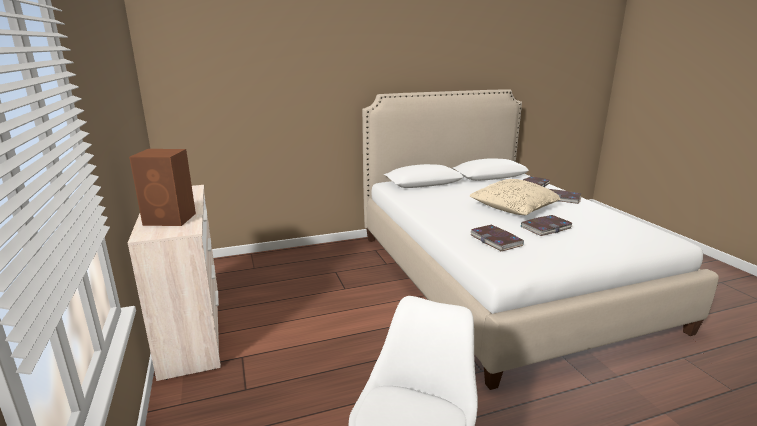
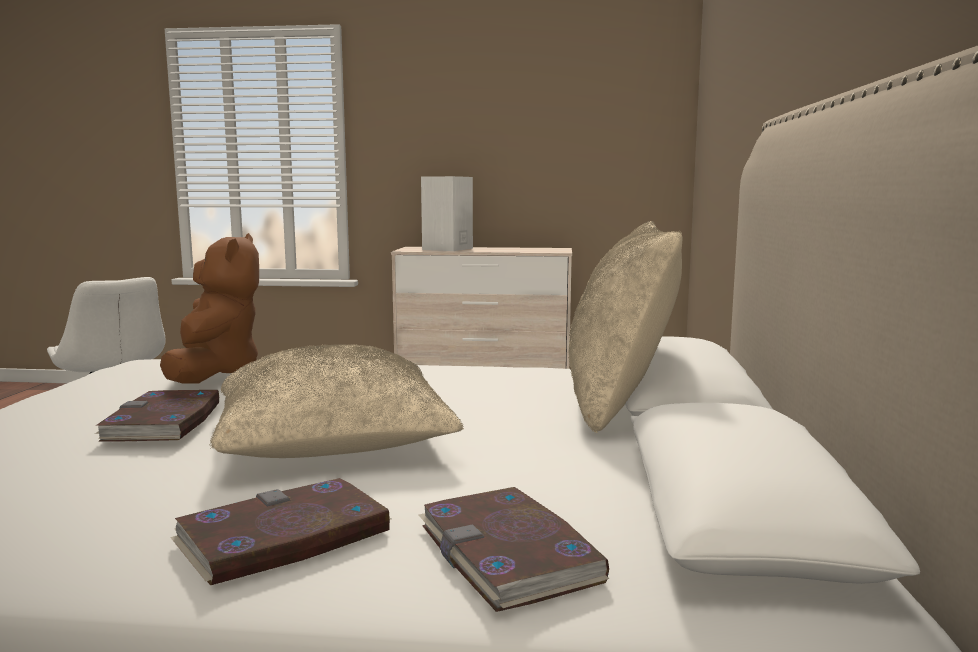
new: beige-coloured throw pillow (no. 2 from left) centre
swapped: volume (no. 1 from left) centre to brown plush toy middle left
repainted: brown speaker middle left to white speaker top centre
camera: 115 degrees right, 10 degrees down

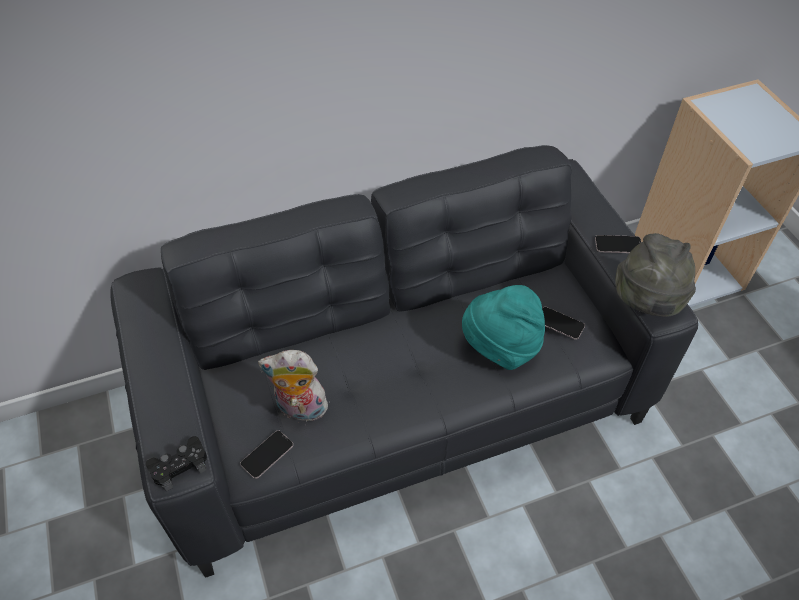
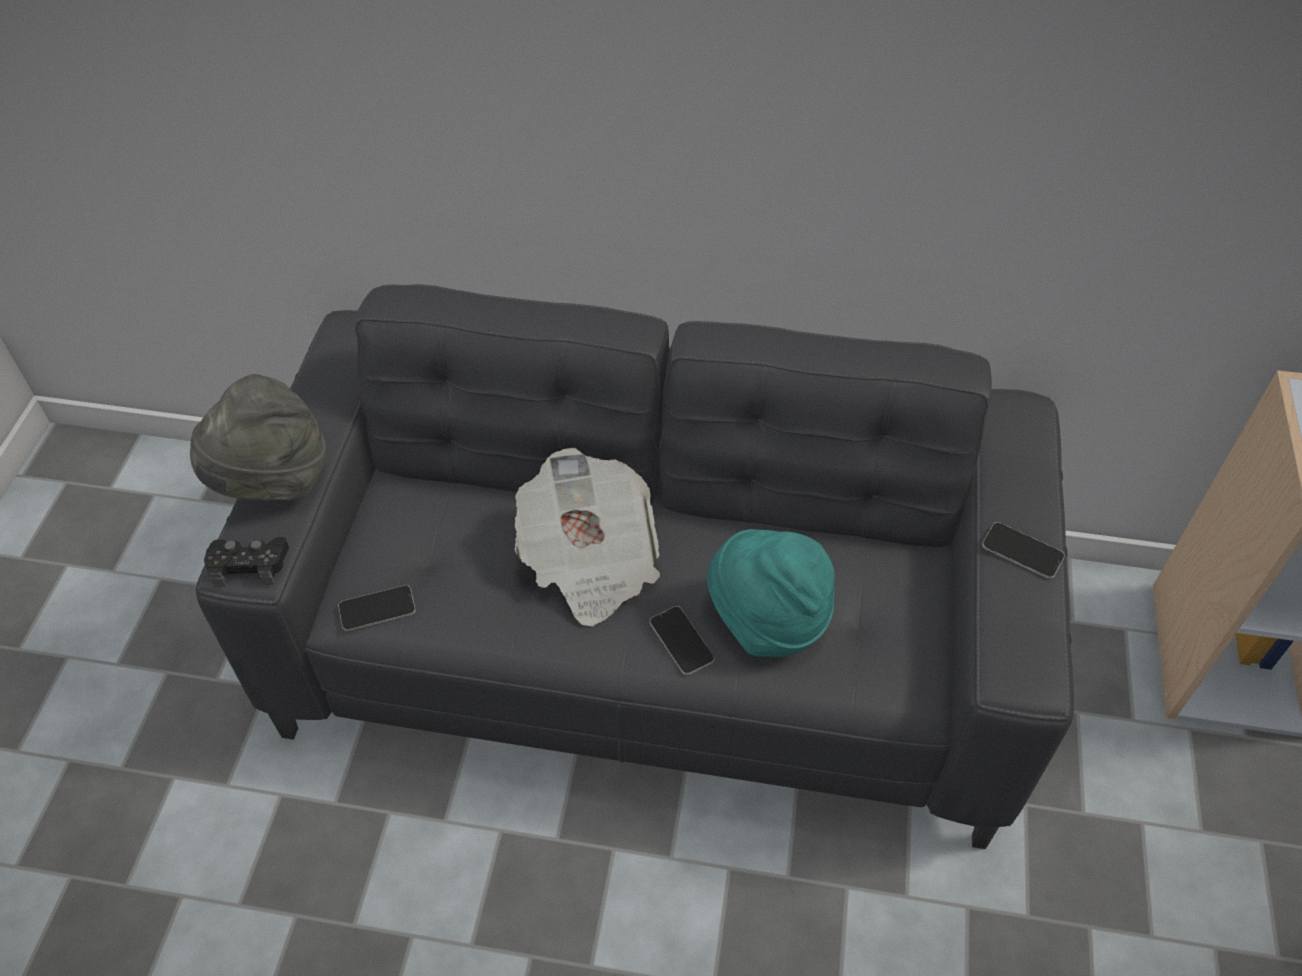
gone: plush toy centre
new: newspaper centre
shifted: telephone (no. 2 from left) middle right to centre; greyish clothing hat middle right to middle left
camera: 30 degrees right, 0 degrees up

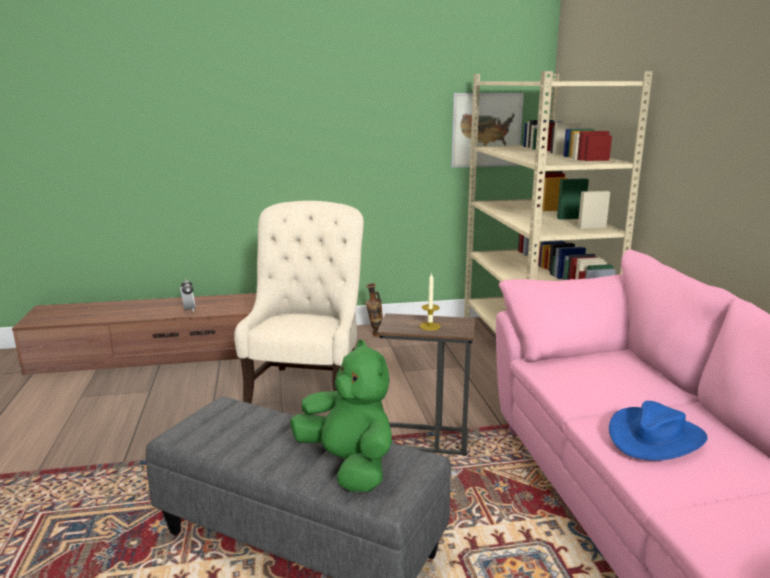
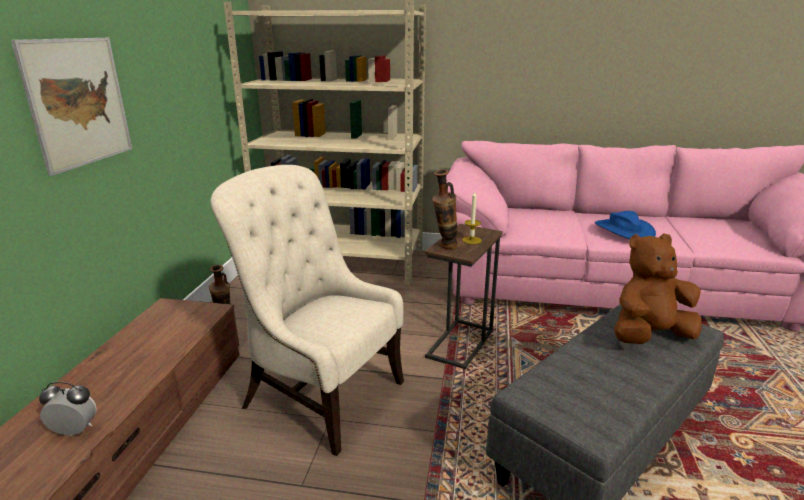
new: decorative vase (no. 2 from left) centre
shifted: wall art top centre to top left
repainted: green-coloured plush toy bottom centre to brown plush toy middle right
camera: 70 degrees left, 5 degrees up

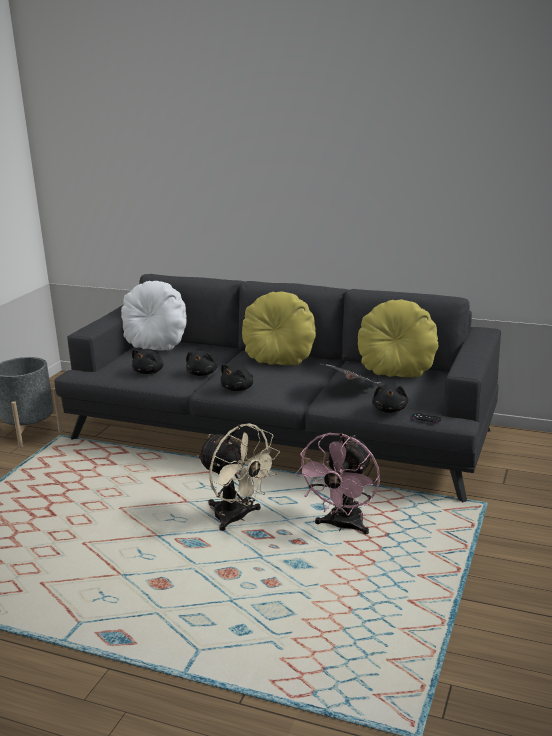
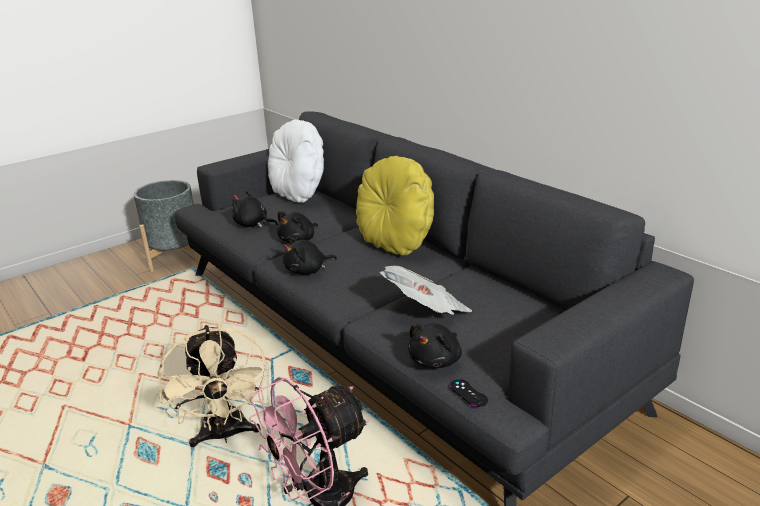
gone: yellow throw pillow (no. 2 from left) middle right
rotated: blackish plush toy (no. 1 from left) middle left = centre 60 degrees clockwise
camera: 30 degrees right, 5 degrees up

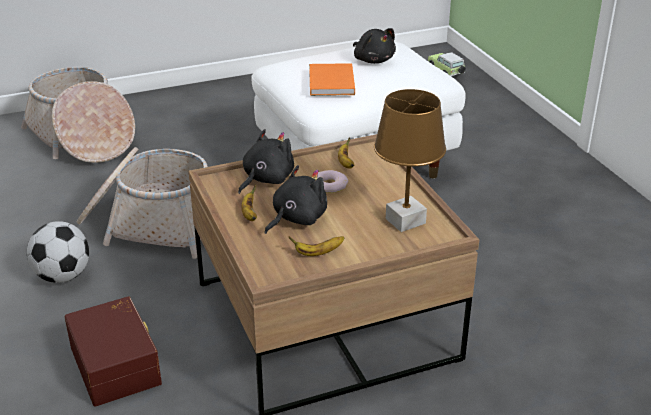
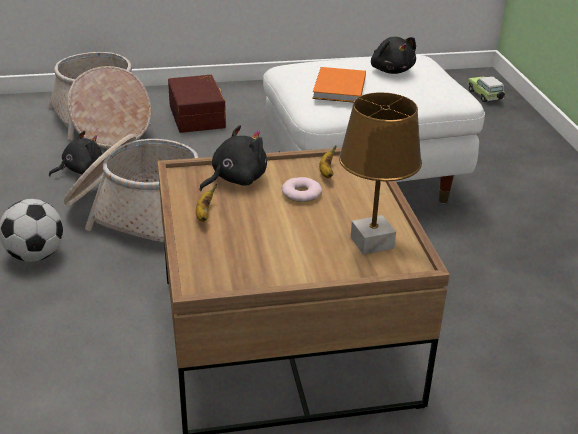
gone: whole banana (no. 2 from left) centre
shifted: brown storage container bottom left to top centre; blackish plush toy (no. 2 from left in the first image) centre to blackish plush toy (no. 1 from left) middle left
camera: 10 degrees right, 0 degrees up

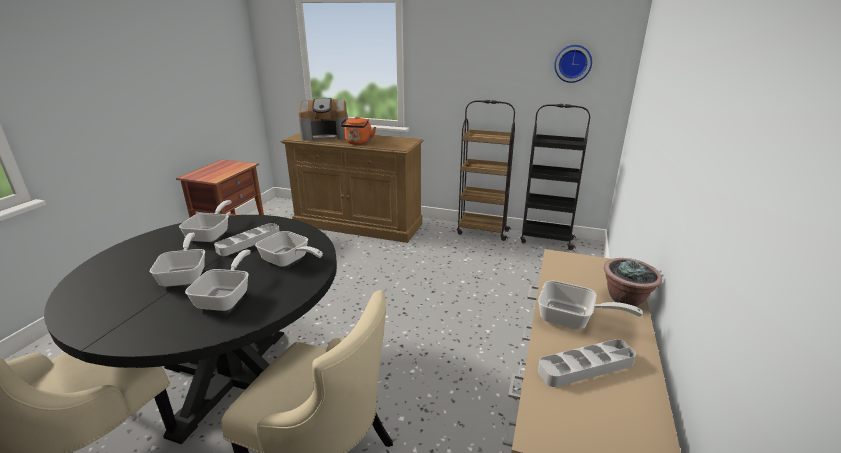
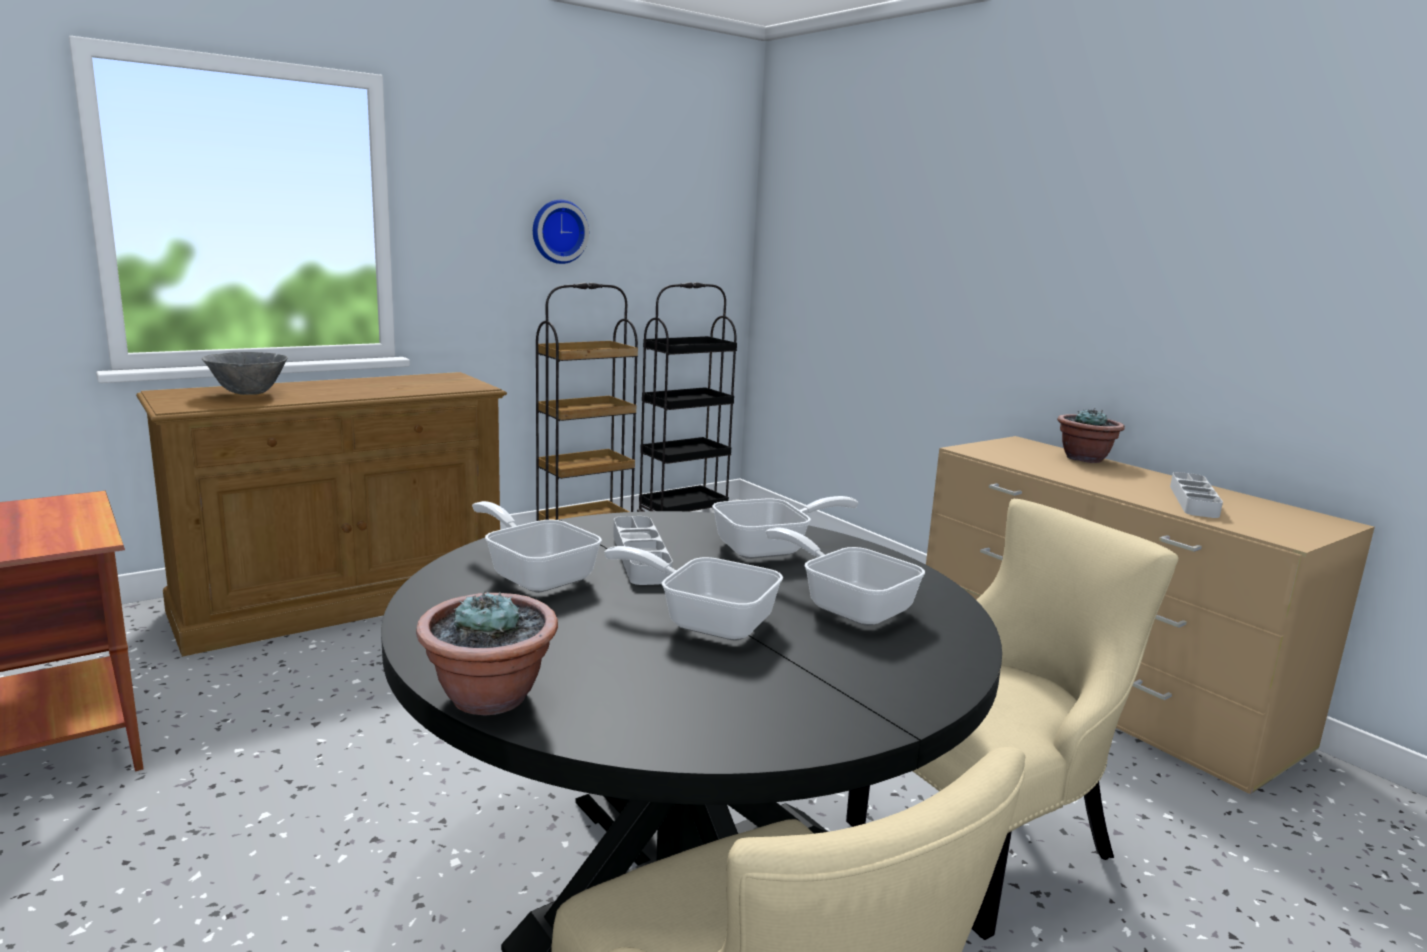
gone: orangey tea kettle top centre; pan (no. 5 from left) bottom right
new: plant in a pot (no. 1 from left) bottom centre
shifted: wall clock top right to top centre
swapped: coffee machine top centre to greyish deep dish middle left
camera: 55 degrees left, 10 degrees down

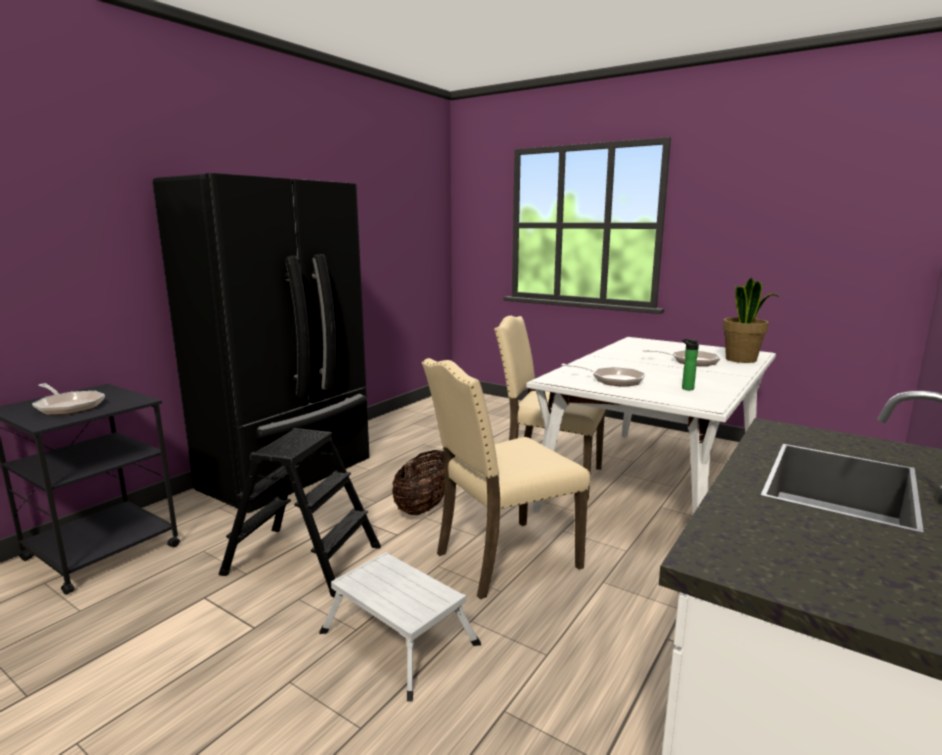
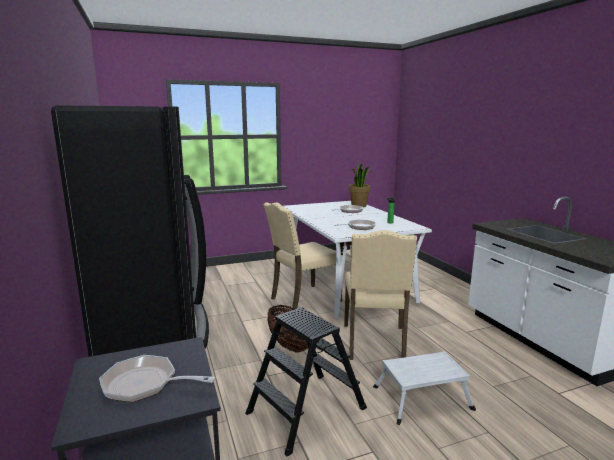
rotated: pan (no. 1 from left) middle left = bottom left 150 degrees counterclockwise
camera: 55 degrees left, 0 degrees up

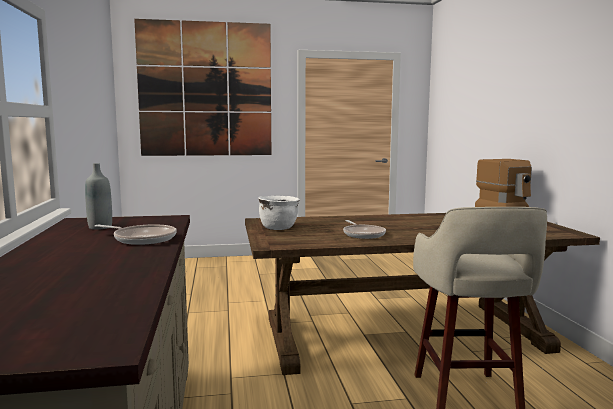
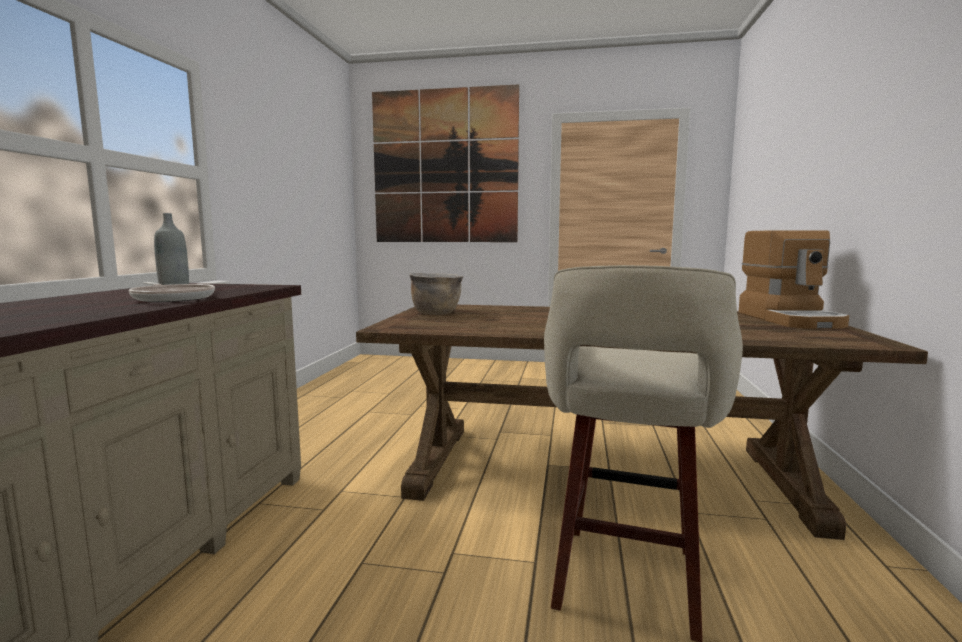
gone: pan (no. 2 from left) centre
repainted: white saucepot centre to brown saucepot centre
camera: 20 degrees right, 0 degrees up

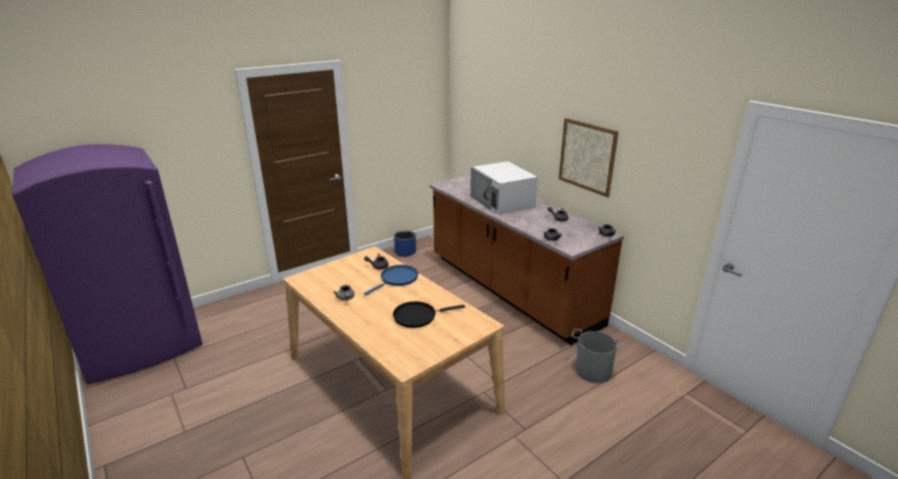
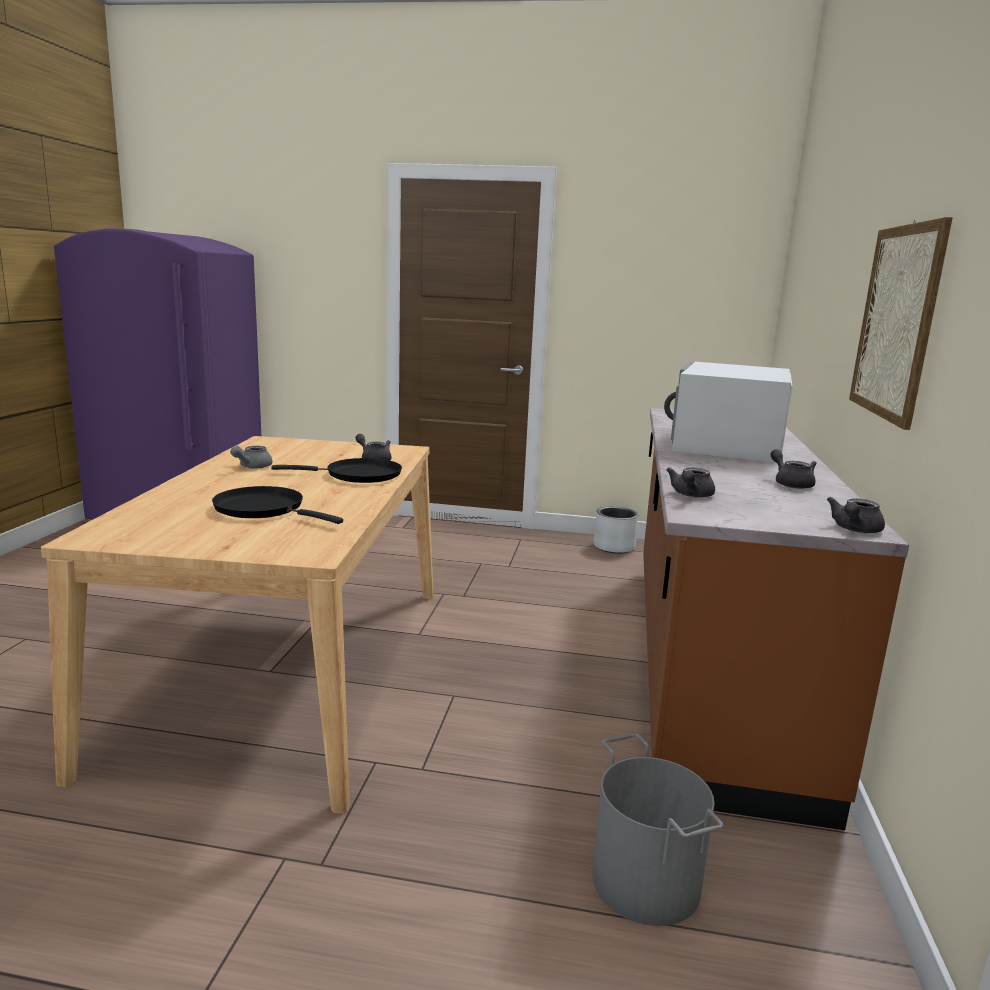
repainted: blue pan centre to blackish pan (no. 2 from left) centre; blue plant pot centre to greyish plant pot centre
camera: 45 degrees right, 10 degrees down

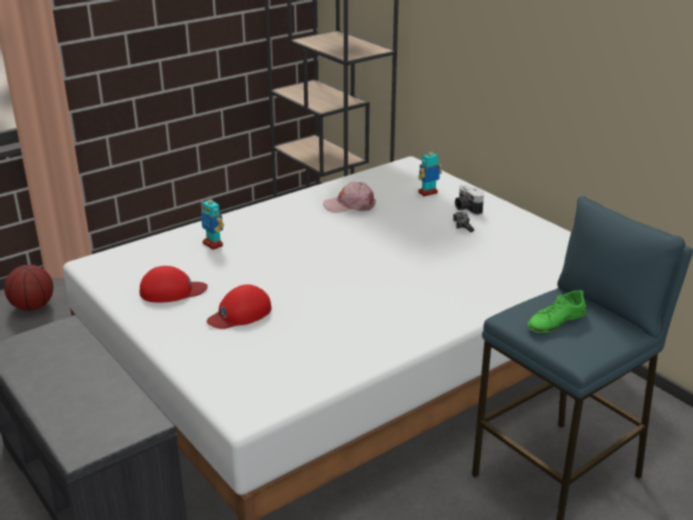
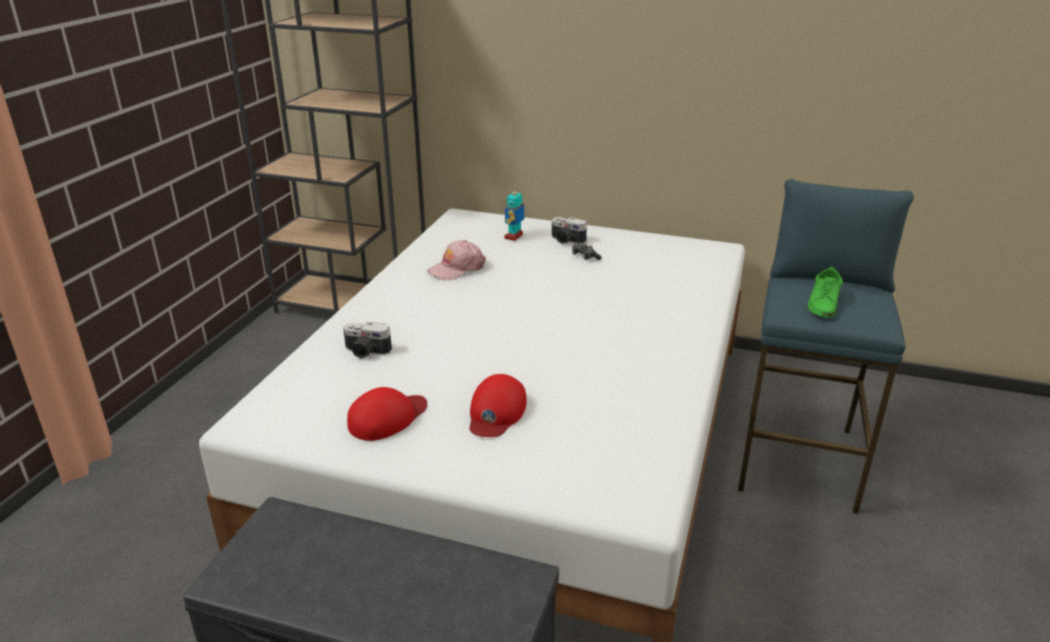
gone: ball for basketball middle left
swapped: toy robot (no. 1 from left) middle left to photo camera (no. 1 from left) centre
camera: 35 degrees left, 0 degrees up

